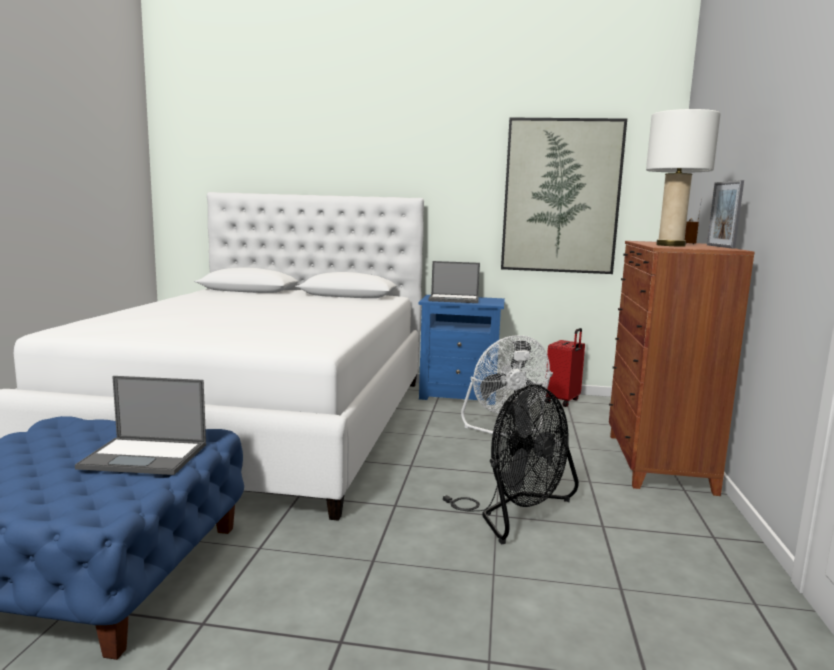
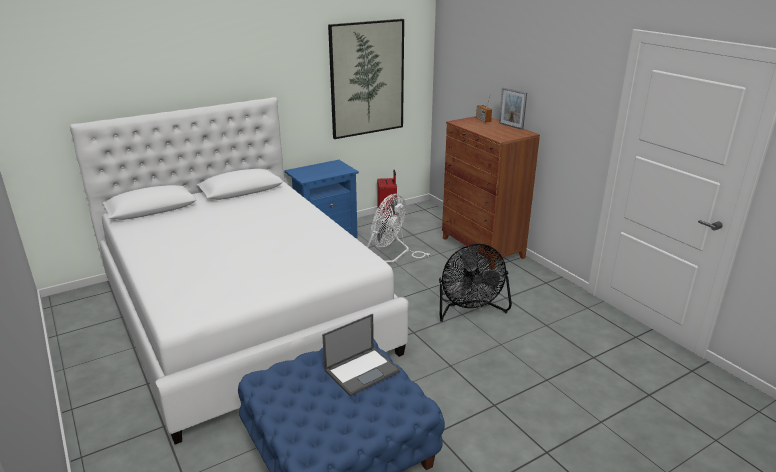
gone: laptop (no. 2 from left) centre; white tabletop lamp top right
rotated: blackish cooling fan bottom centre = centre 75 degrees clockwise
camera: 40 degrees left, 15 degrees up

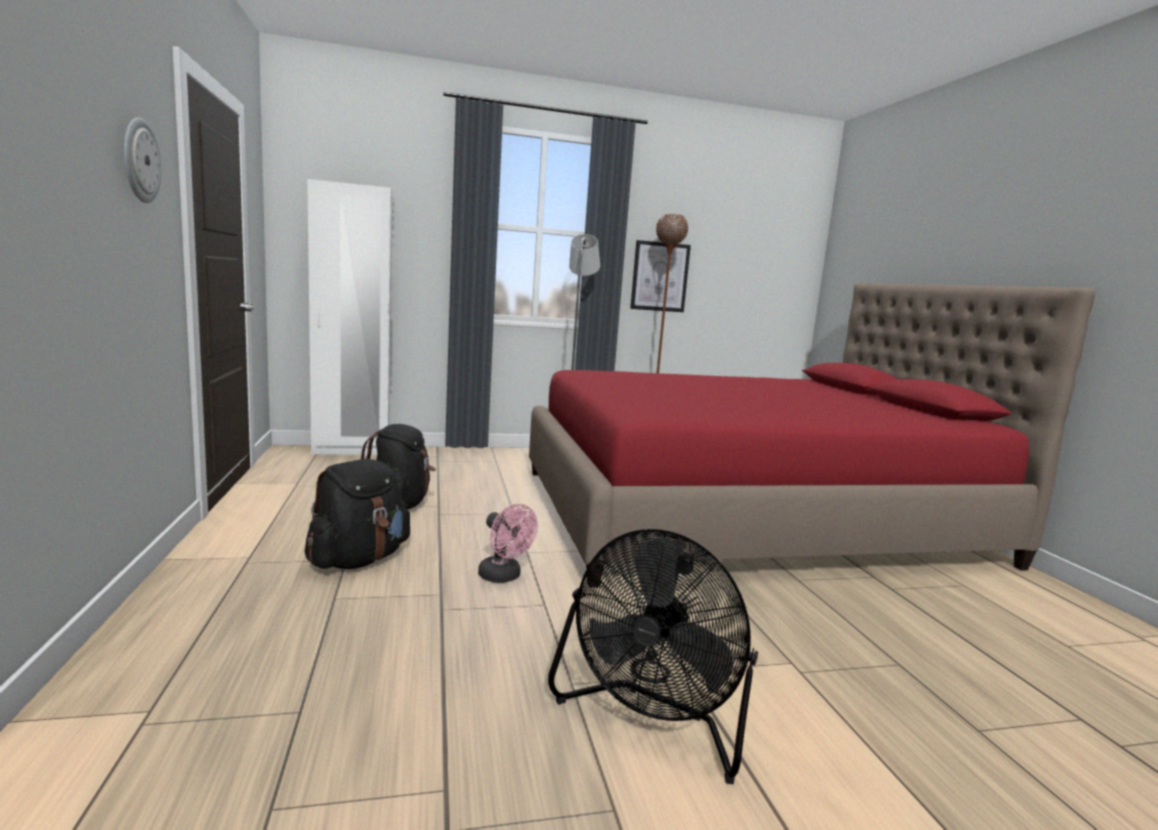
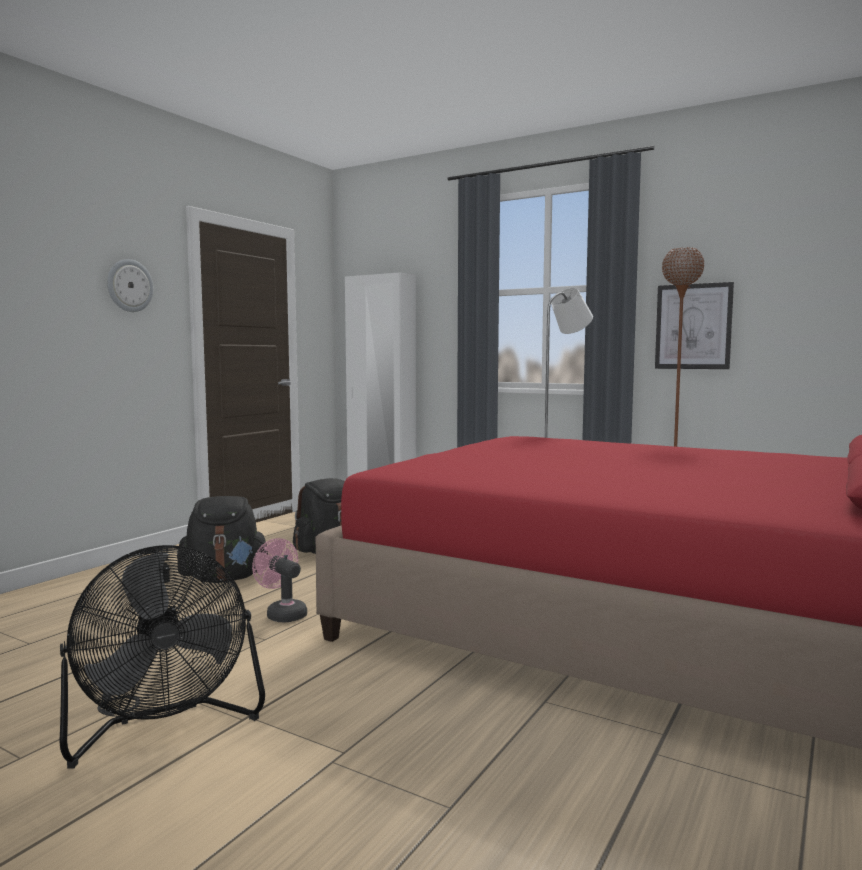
rotated: pink cooling fan centre = bottom left 135 degrees clockwise; blackish cooling fan bottom centre = bottom left 105 degrees counterclockwise
camera: 45 degrees right, 5 degrees down

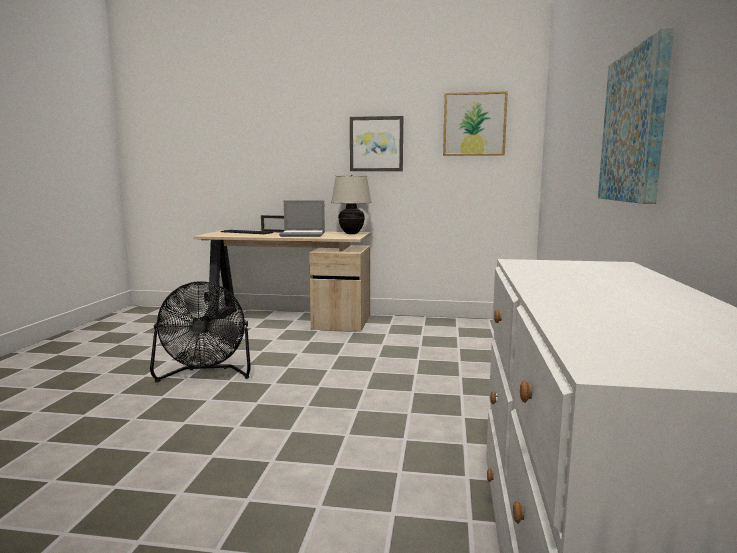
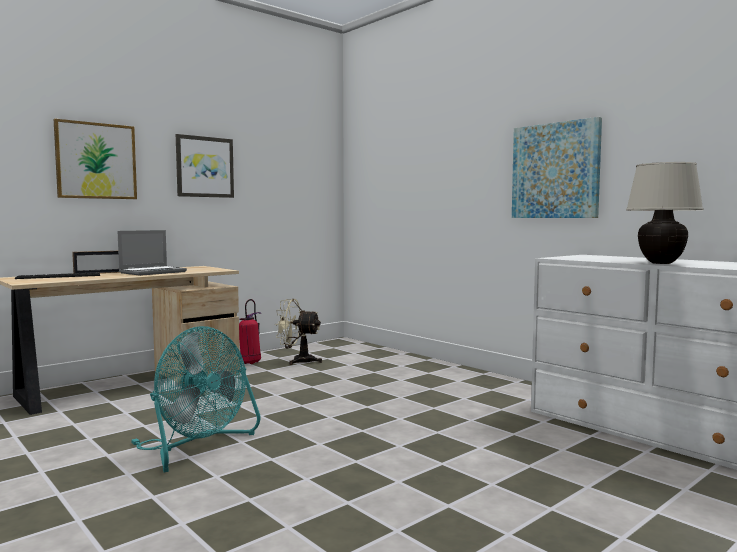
new: fire extinguisher centre; beige-coloured cooling fan centre
shifted: beige-coloured tabletop lamp centre to middle right; wall art (no. 2 from left in the first image) top centre to wall art (no. 1 from left) top left
repainted: blackish cooling fan middle left to turquoise-coloured cooling fan bottom left
camera: 50 degrees left, 5 degrees down

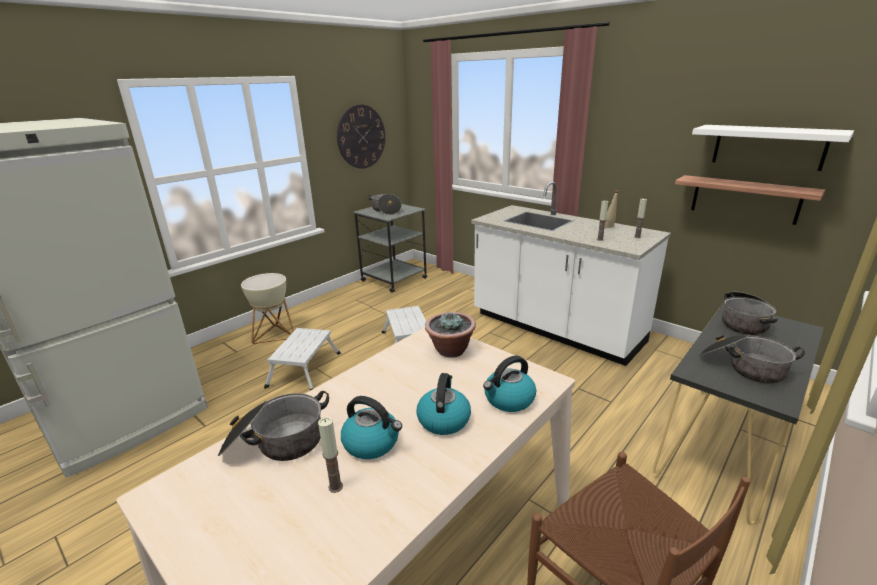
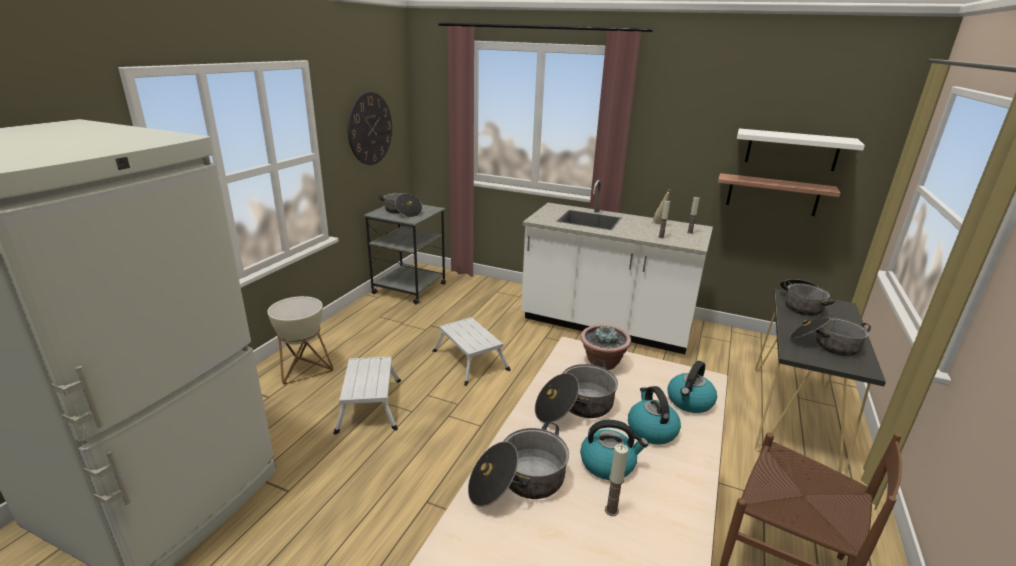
new: saucepot (no. 3 from left) bottom centre
camera: 20 degrees left, 0 degrees up

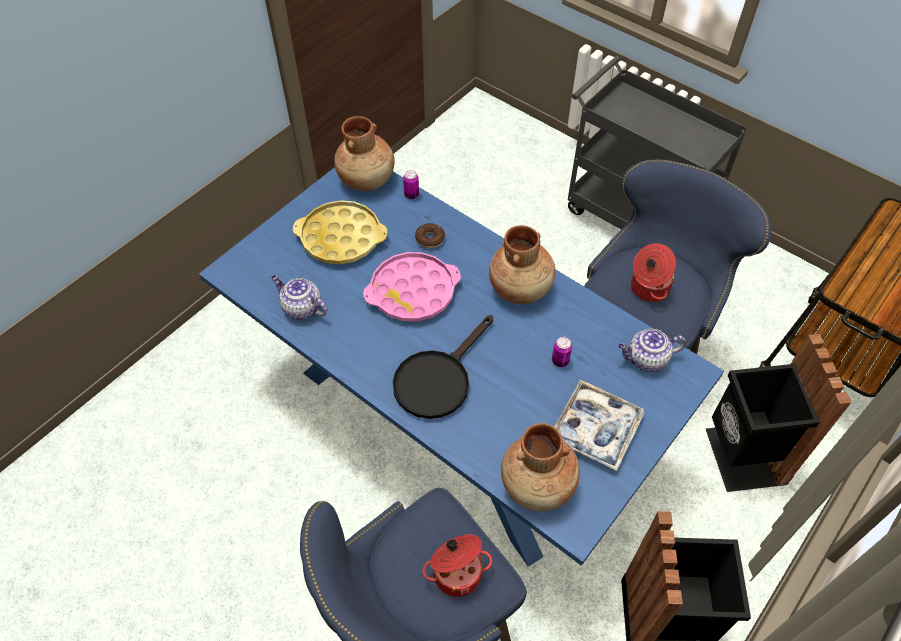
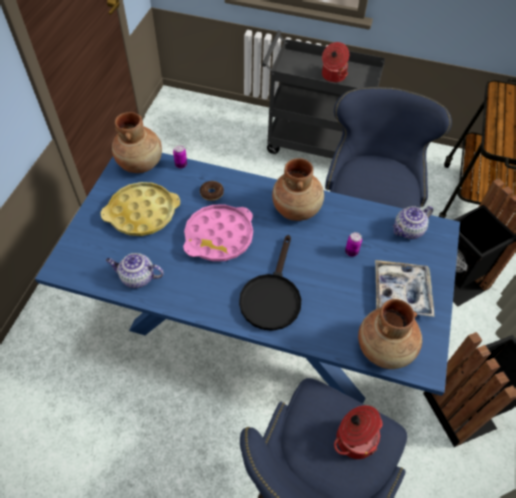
shifted: saucepot (no. 2 from left in the first image) middle right to saucepot (no. 1 from left) top centre
camera: 25 degrees left, 0 degrees up

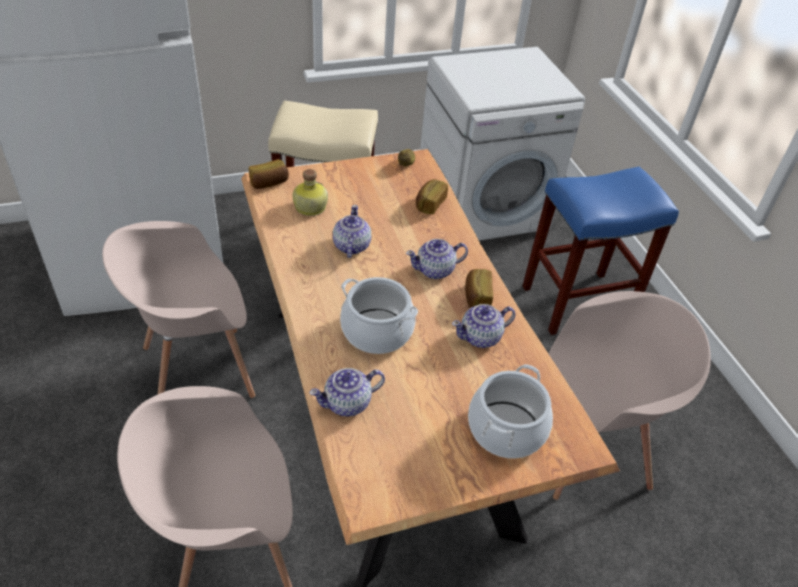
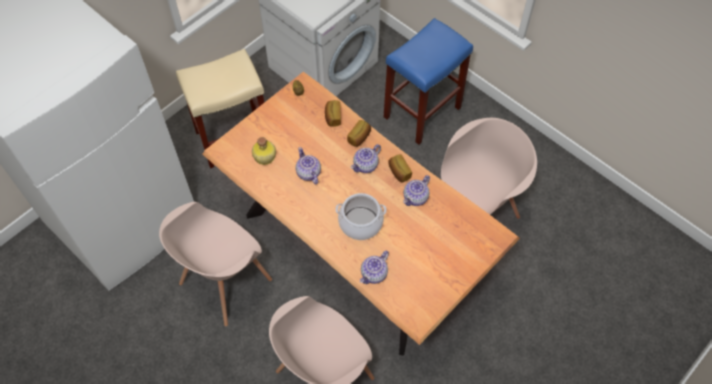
gone: saucepot (no. 2 from left) bottom centre
shifted: baked bread (no. 1 from left in the first image) top centre to baked bread (no. 2 from left) centre
camera: 25 degrees left, 15 degrees up

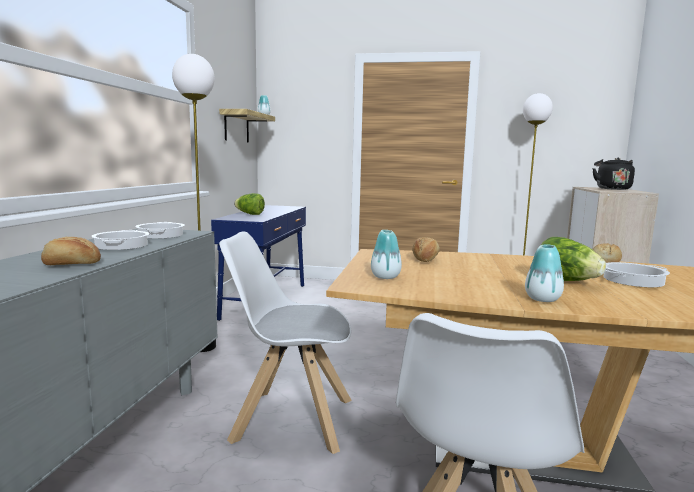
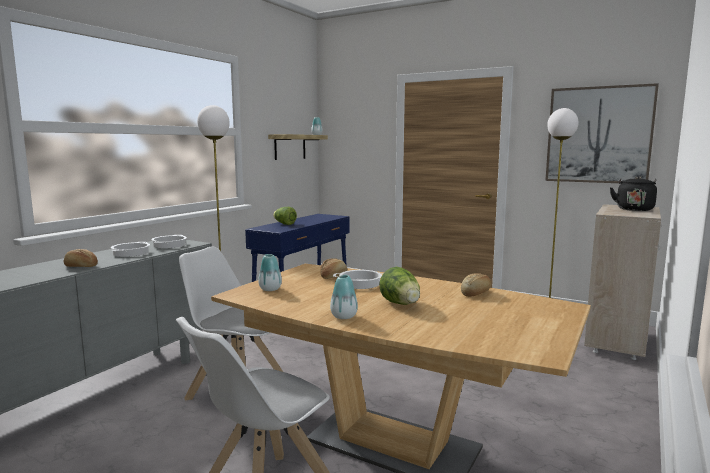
new: wall art top right
shifted: saucepot (no. 3 from left) middle right to centre
camera: 20 degrees right, 0 degrees up

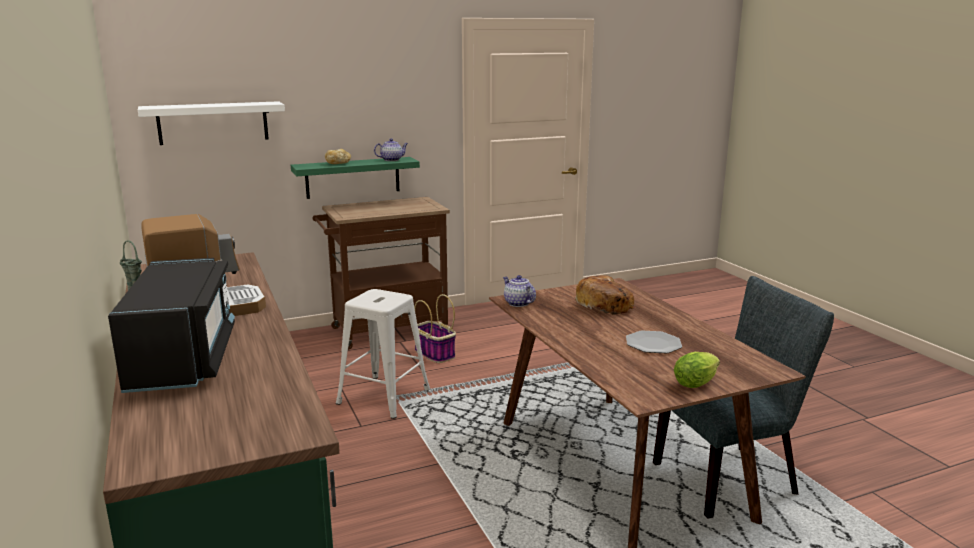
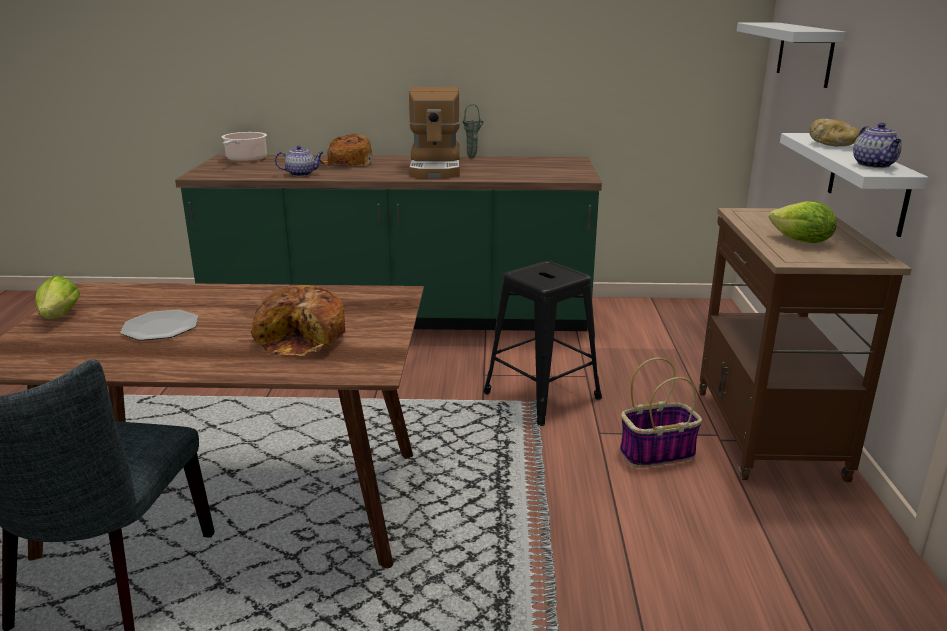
new: saucepot top left; lettuce head (no. 2 from left) middle right
shifted: pot for tea (no. 2 from left in the first image) centre to pot for tea (no. 1 from left) top left
swapped: blackish kitchen microwave middle left to baked bread (no. 2 from left) top centre
repainted: green-coloured shelf top centre to white shelf (no. 2 from left) top right; white stool centre to blackish stool centre
camera: 115 degrees right, 5 degrees up

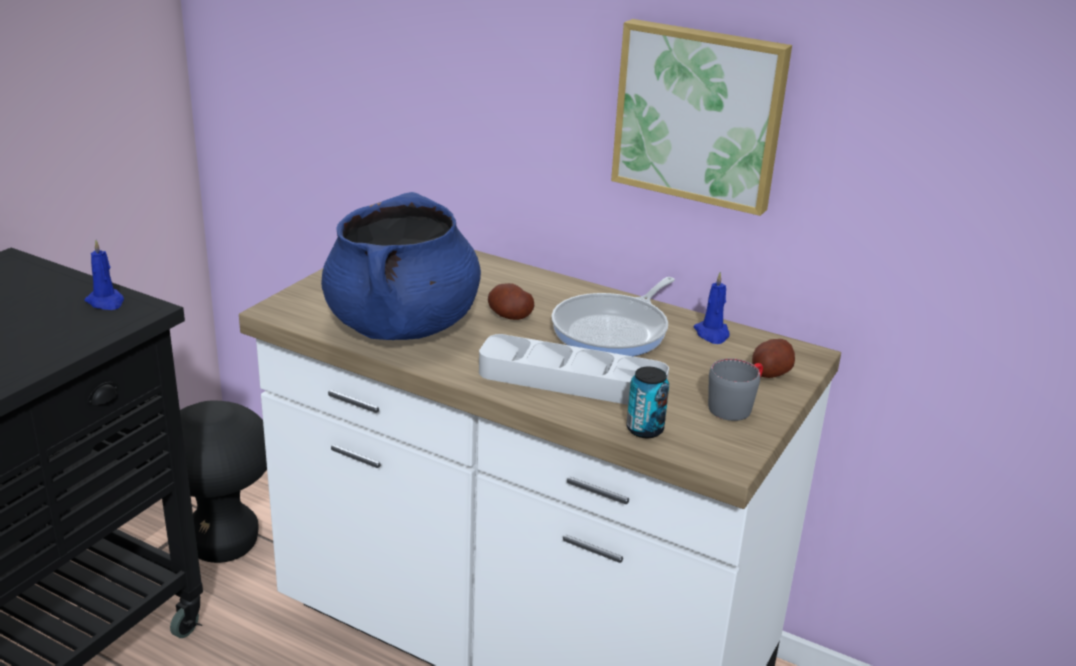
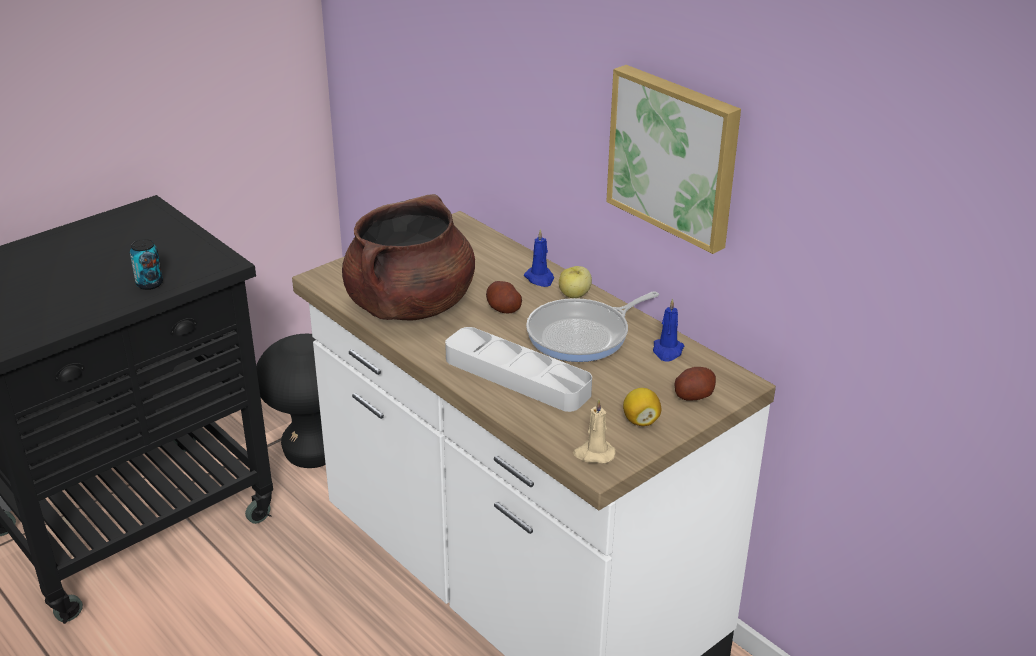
new: whole apple centre; beige-coloured wax light centre
shifted: blue wax light (no. 1 from left) middle left to centre; sealed can centre to middle left
swapped: greyish tea mug middle right to lemon centre
repainted: blue saucepot centre to brown saucepot centre
camera: 20 degrees right, 5 degrees up

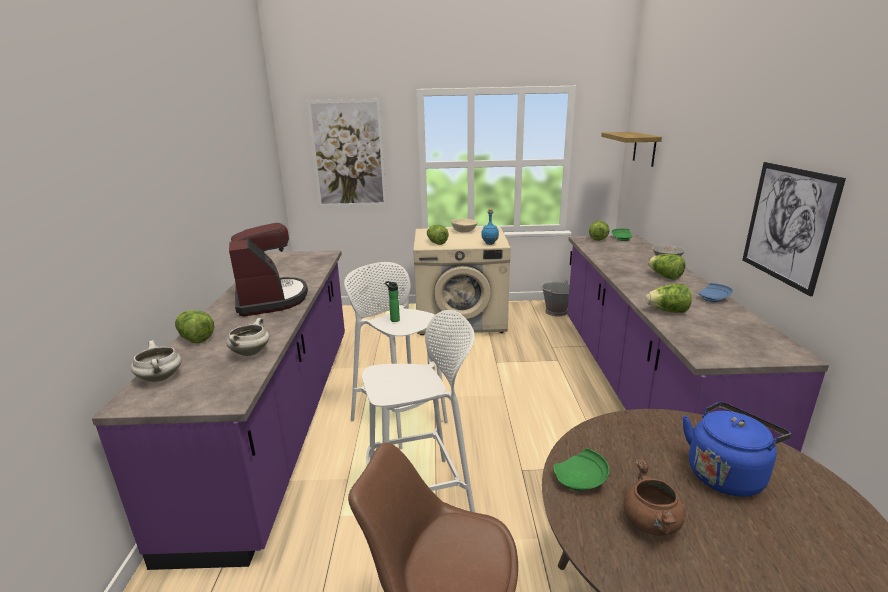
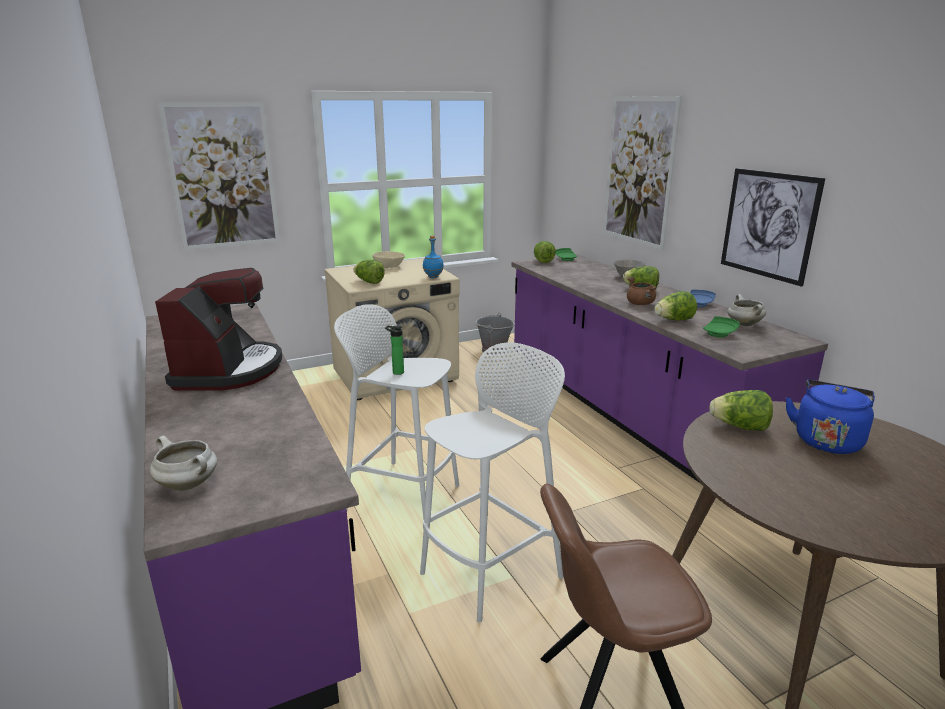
gone: shelf top right
new: wall art (no. 2 from left) top right
shifted: lettuce head (no. 1 from left in the first image) middle left to lettuce head (no. 5 from left) middle right; white saucepot (no. 2 from left) middle left to middle right; green-coloured flat dish (no. 1 from left in the first image) bottom centre to green-coloured flat dish (no. 2 from left) middle right; brown saucepot bottom right to middle right
rotated: coffee machine middle left = middle left 45 degrees clockwise
camera: 25 degrees left, 0 degrees up

